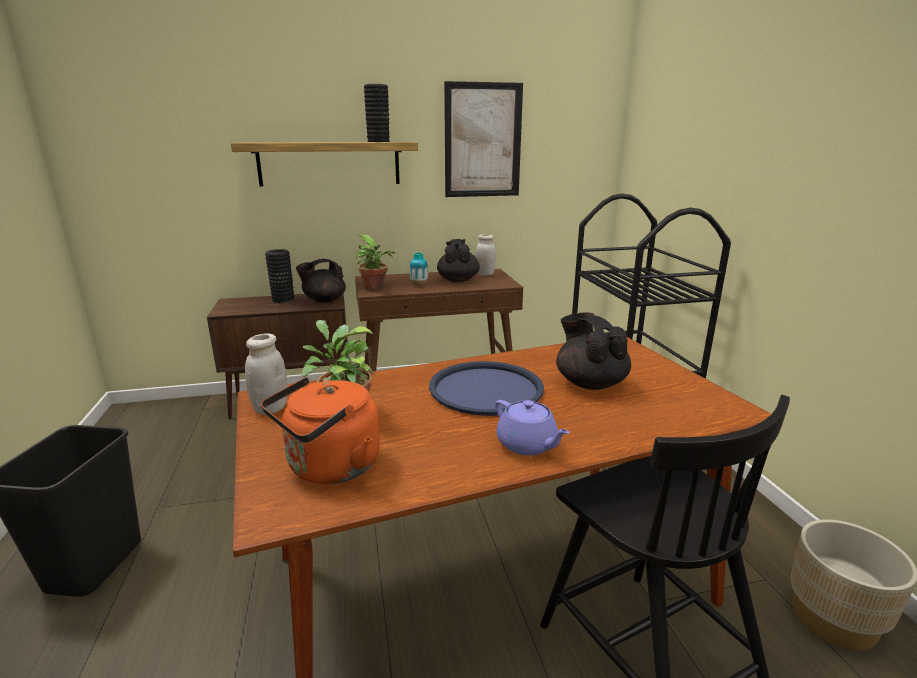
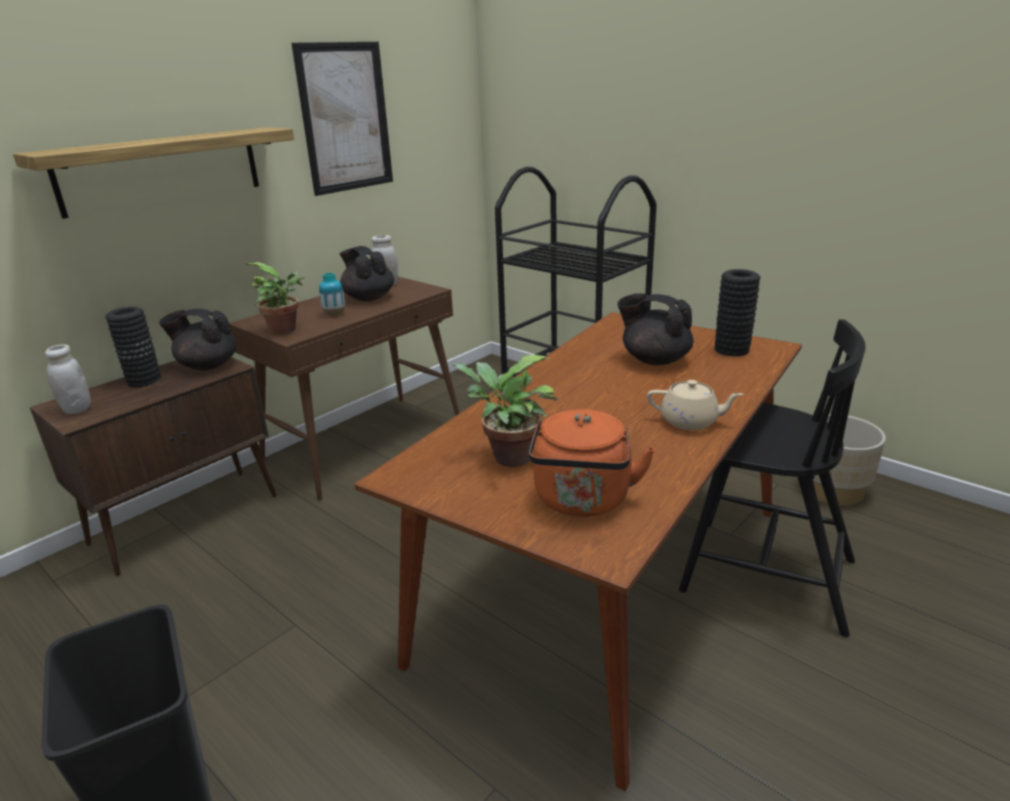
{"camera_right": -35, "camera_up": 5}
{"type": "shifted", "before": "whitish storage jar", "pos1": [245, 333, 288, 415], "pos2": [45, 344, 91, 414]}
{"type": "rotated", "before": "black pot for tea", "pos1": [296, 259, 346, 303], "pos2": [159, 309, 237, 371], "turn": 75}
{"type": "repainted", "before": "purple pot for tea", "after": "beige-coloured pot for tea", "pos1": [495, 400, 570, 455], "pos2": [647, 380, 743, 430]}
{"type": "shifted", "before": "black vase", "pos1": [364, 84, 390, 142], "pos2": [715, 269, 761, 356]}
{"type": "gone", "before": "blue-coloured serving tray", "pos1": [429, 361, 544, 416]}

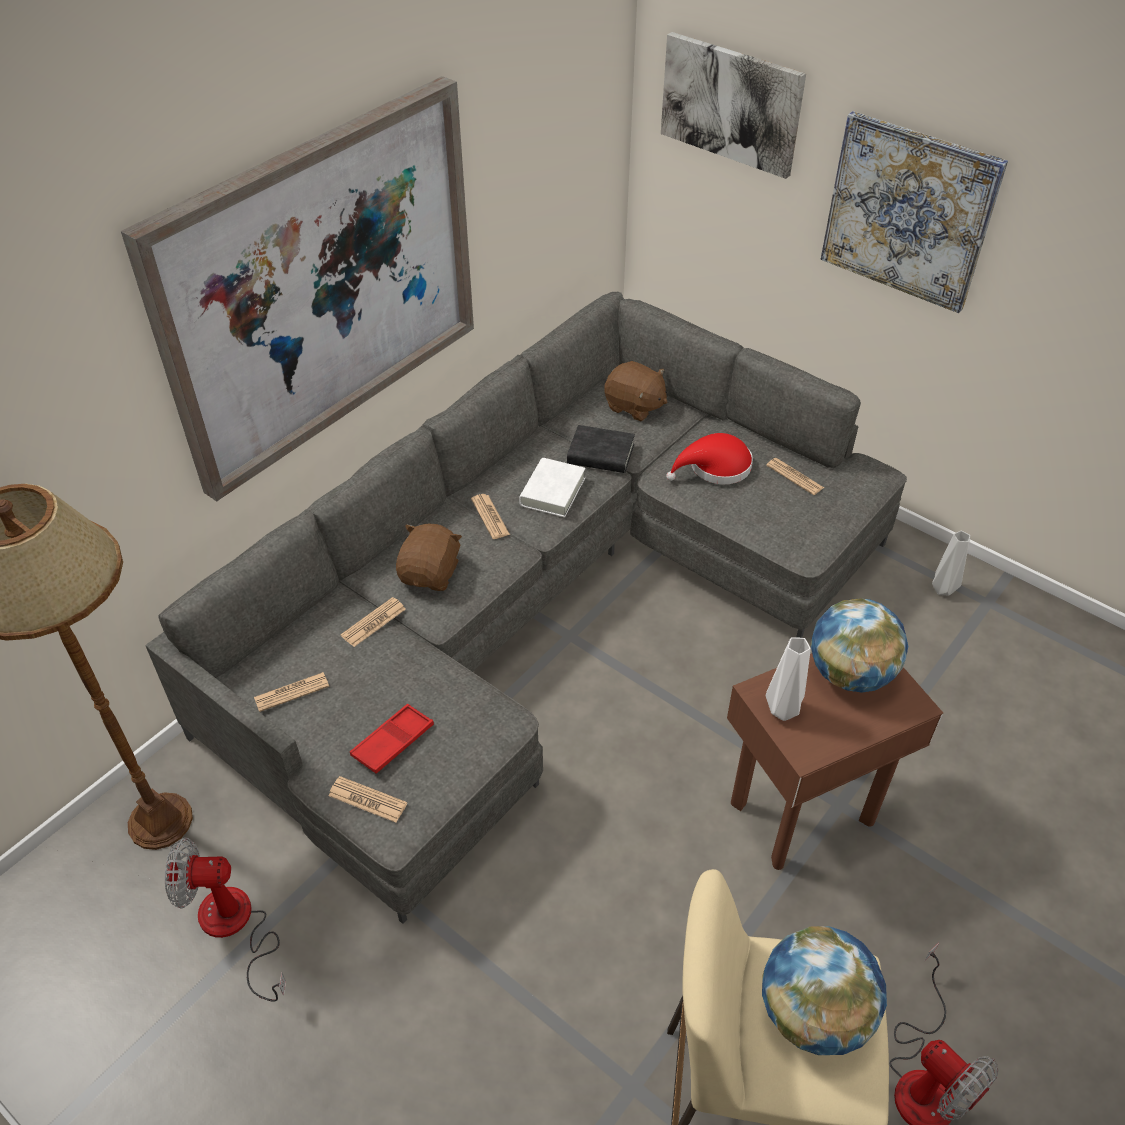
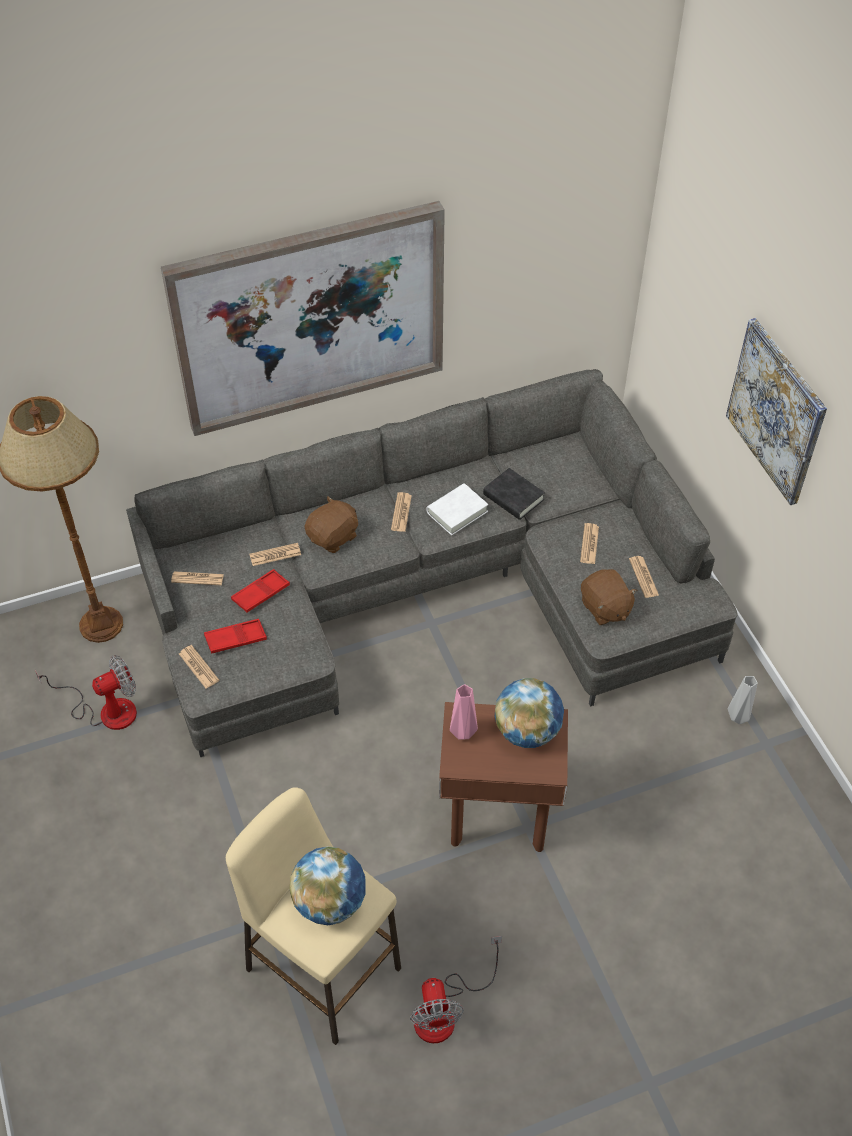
{"camera_right": 30, "camera_up": 5}
{"type": "rotated", "before": "electric fan", "pos1": [165, 838, 286, 1002], "pos2": [35, 655, 137, 730], "turn": 120}
{"type": "new", "after": "red-coloured serving tray", "pos2": [231, 569, 290, 613]}
{"type": "repainted", "before": "whitish vase", "after": "pink vase", "pos1": [766, 637, 811, 721], "pos2": [450, 684, 478, 740]}
{"type": "swapped", "before": "red-coloured hat", "after": "newspaper", "pos1": [666, 433, 753, 484], "pos2": [580, 523, 599, 564]}
{"type": "shifted", "before": "brownish plush toy", "pos1": [604, 361, 667, 422], "pos2": [581, 569, 638, 625]}
{"type": "gone", "before": "wall picture", "pos1": [661, 32, 806, 179]}

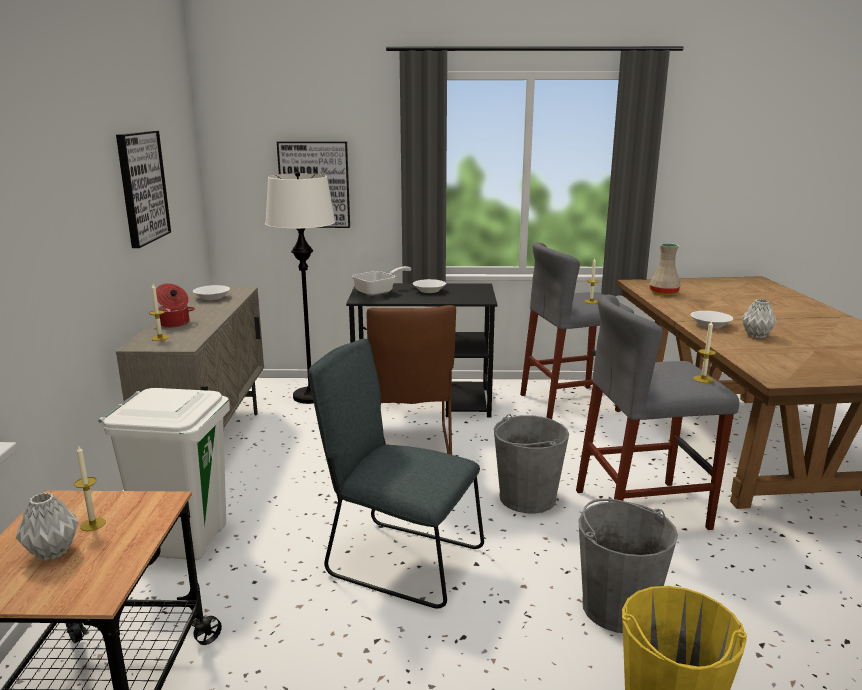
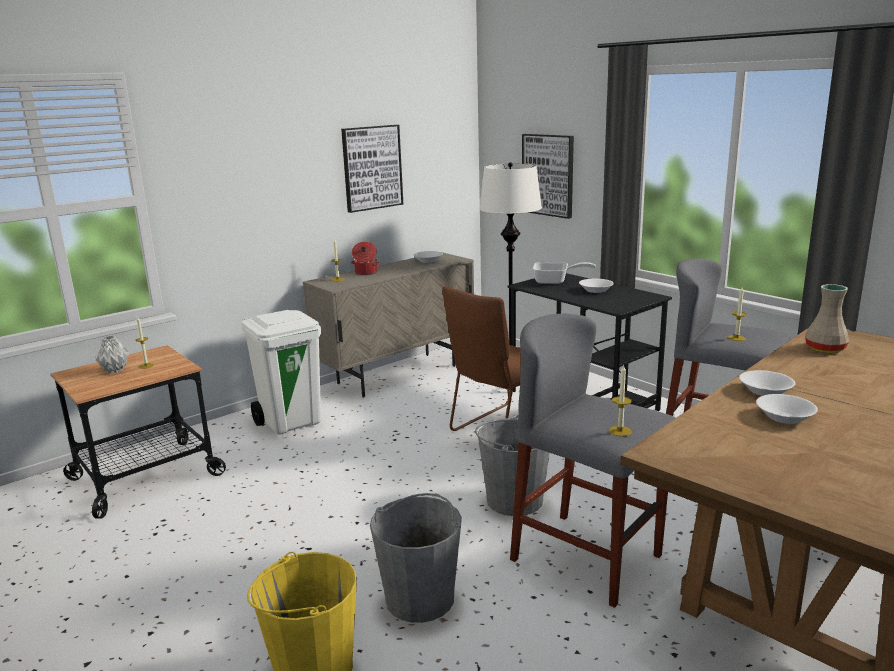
{"camera_right": 50, "camera_up": 0}
{"type": "swapped", "before": "gray vase", "after": "whitish bowl", "pos1": [741, 299, 777, 338], "pos2": [756, 394, 818, 424]}
{"type": "gone", "before": "gray upright chair", "pos1": [308, 338, 484, 609]}

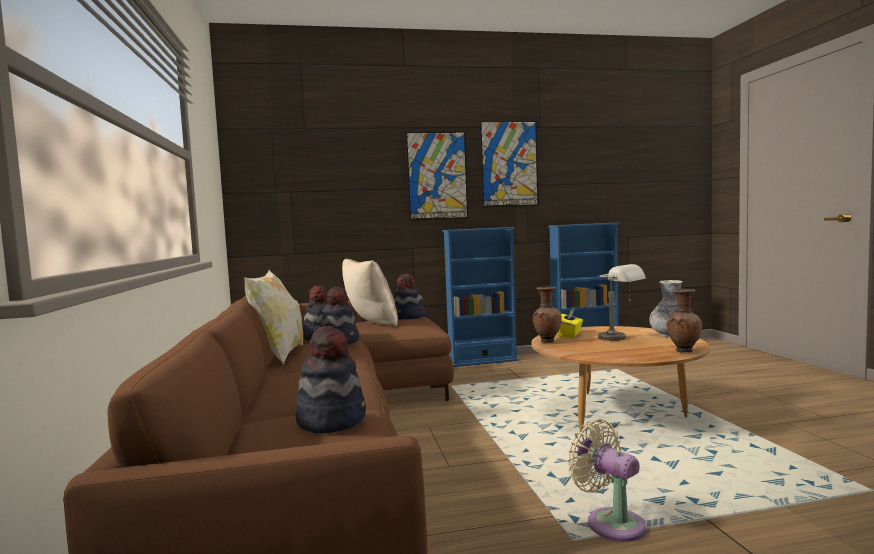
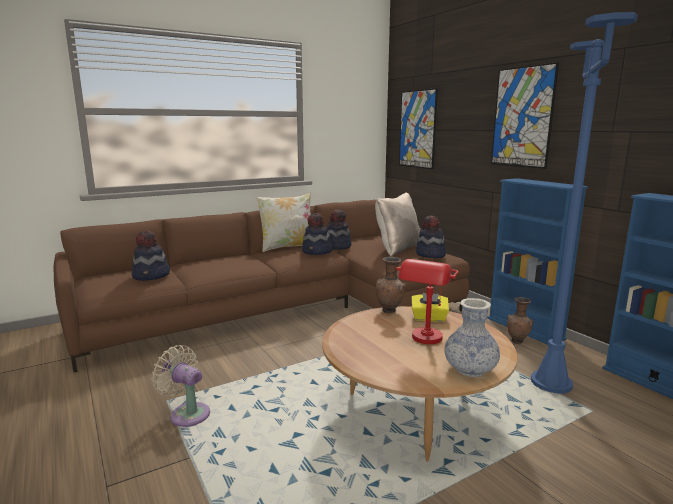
{"camera_right": 70, "camera_up": 10}
{"type": "rotated", "before": "beige-coloured electric fan", "pos1": [567, 419, 646, 542], "pos2": [152, 345, 210, 427], "turn": -90}
{"type": "repainted", "before": "gray table lamp", "after": "red-coloured table lamp", "pos1": [598, 264, 646, 341], "pos2": [396, 259, 459, 344]}
{"type": "shifted", "before": "wall picture", "pos1": [480, 121, 539, 208], "pos2": [399, 88, 438, 169]}
{"type": "shifted", "before": "brownish vase", "pos1": [667, 289, 702, 352], "pos2": [507, 297, 533, 344]}
{"type": "new", "after": "blue-coloured standing lamp", "pos2": [531, 12, 638, 394]}

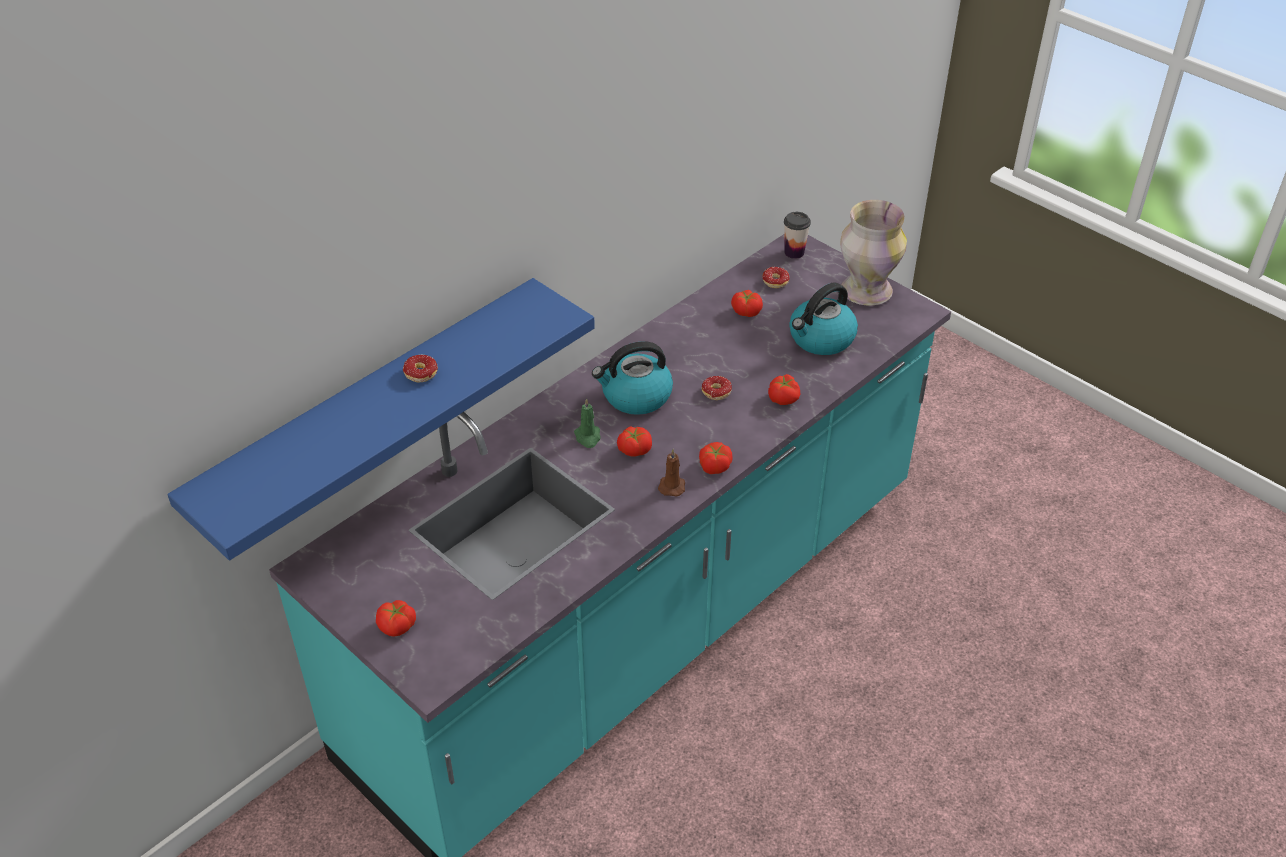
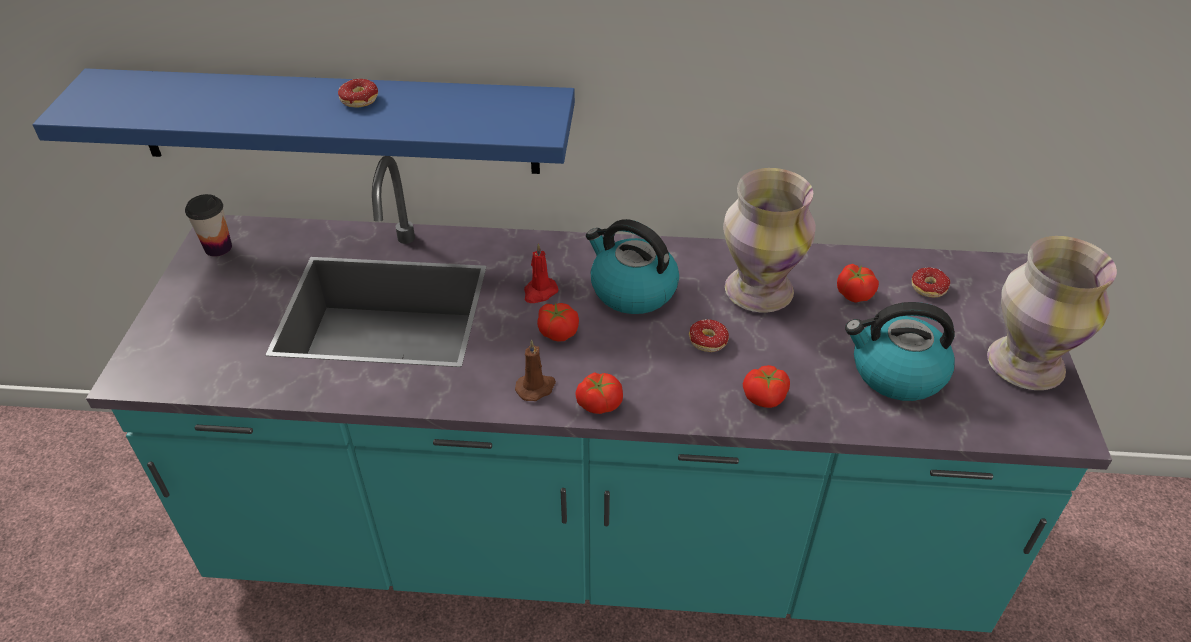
{"camera_right": 50, "camera_up": 0}
{"type": "shifted", "before": "drinking cup", "pos1": [784, 212, 811, 259], "pos2": [185, 194, 232, 257]}
{"type": "repainted", "before": "green-coloured candle", "after": "red-coloured candle", "pos1": [574, 398, 601, 448], "pos2": [524, 243, 559, 303]}
{"type": "new", "after": "vase", "pos2": [723, 168, 816, 313]}
{"type": "gone", "before": "whole tomato", "pos1": [376, 600, 416, 637]}

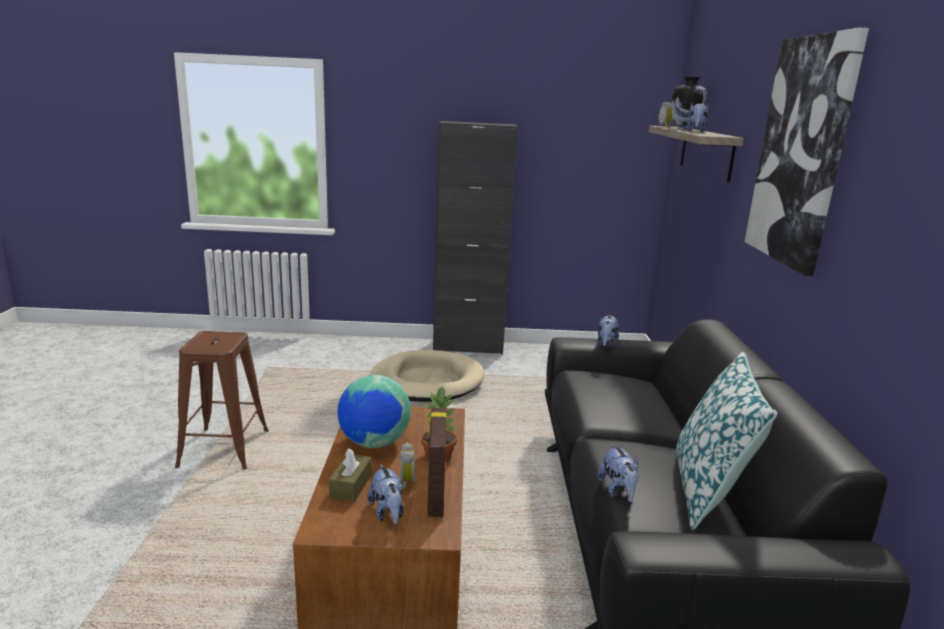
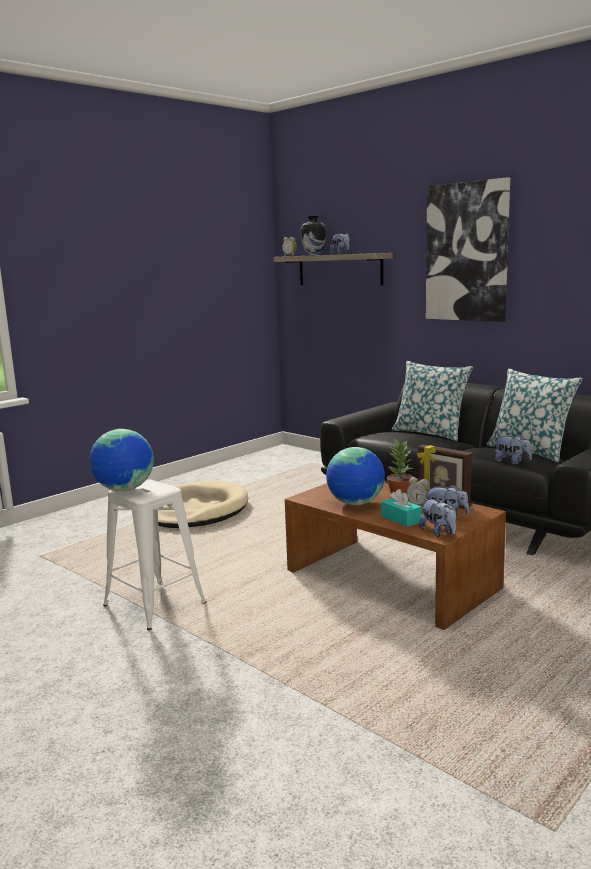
{"camera_right": -45, "camera_up": -5}
{"type": "new", "after": "desk globe", "pos2": [89, 429, 154, 491]}
{"type": "repainted", "before": "brownish stool seat", "after": "whitish stool seat", "pos1": [175, 331, 269, 469], "pos2": [103, 479, 206, 630]}
{"type": "repainted", "before": "brownish tissue holder", "after": "turquoise-coloured tissue holder", "pos1": [329, 448, 372, 502], "pos2": [381, 489, 422, 527]}
{"type": "new", "after": "cushion", "pos2": [392, 361, 473, 441]}
{"type": "shifted", "before": "plush toy", "pos1": [597, 315, 619, 347], "pos2": [419, 499, 456, 537]}
{"type": "gone", "before": "black storage cabinet", "pos1": [433, 121, 518, 354]}

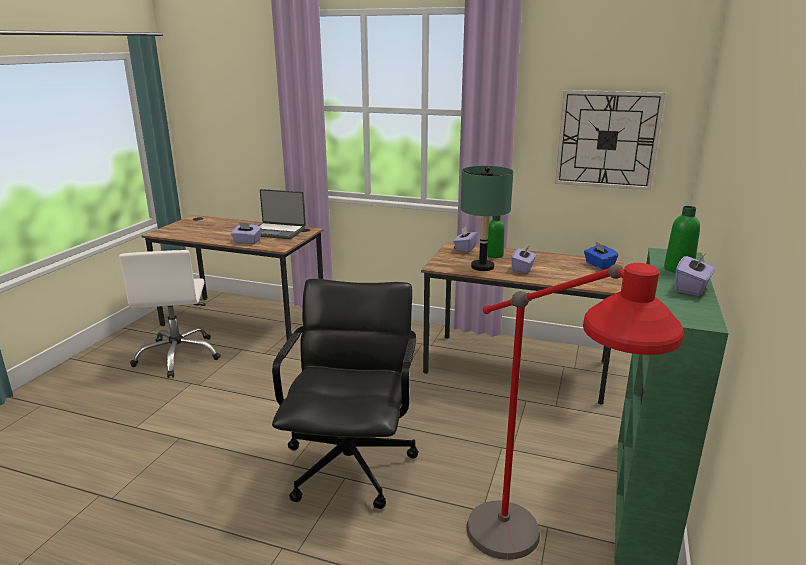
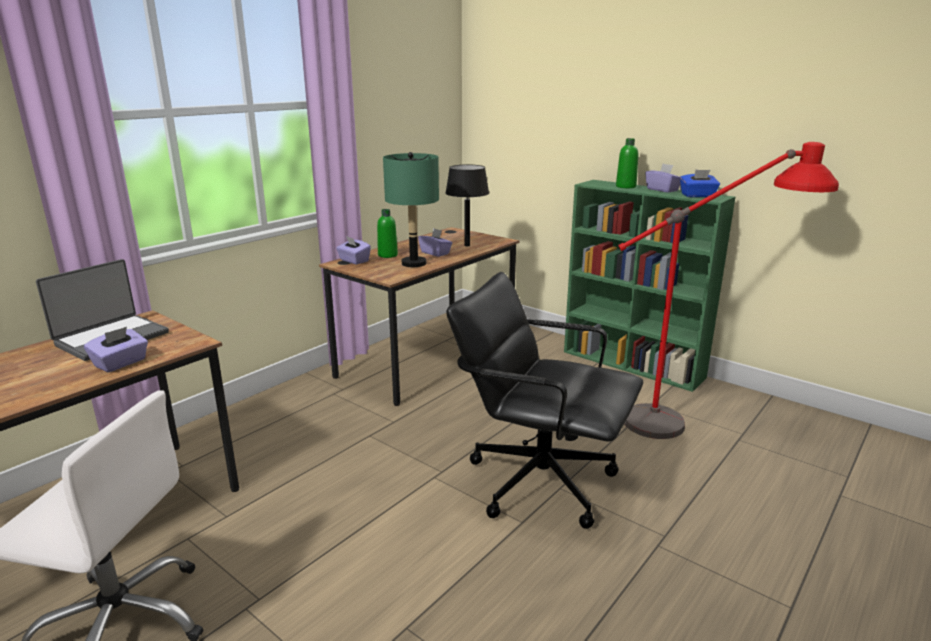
{"camera_right": -70, "camera_up": 0}
{"type": "new", "after": "black table lamp", "pos2": [445, 164, 489, 246]}
{"type": "shifted", "before": "blue-coloured tissue holder", "pos1": [584, 241, 618, 270], "pos2": [680, 170, 720, 197]}
{"type": "gone", "before": "hanging clock", "pos1": [555, 90, 665, 190]}

